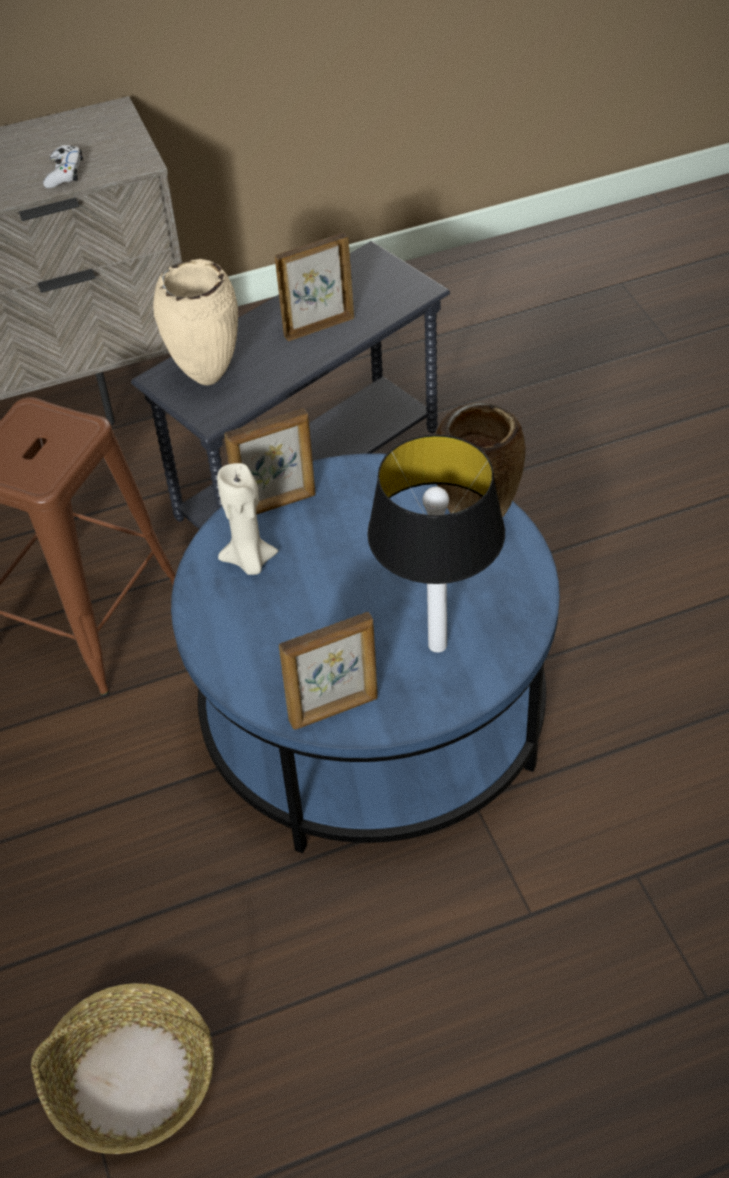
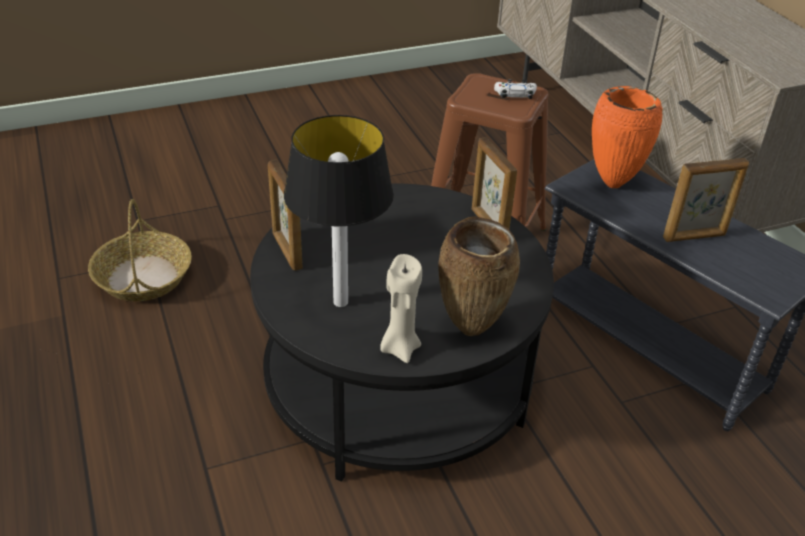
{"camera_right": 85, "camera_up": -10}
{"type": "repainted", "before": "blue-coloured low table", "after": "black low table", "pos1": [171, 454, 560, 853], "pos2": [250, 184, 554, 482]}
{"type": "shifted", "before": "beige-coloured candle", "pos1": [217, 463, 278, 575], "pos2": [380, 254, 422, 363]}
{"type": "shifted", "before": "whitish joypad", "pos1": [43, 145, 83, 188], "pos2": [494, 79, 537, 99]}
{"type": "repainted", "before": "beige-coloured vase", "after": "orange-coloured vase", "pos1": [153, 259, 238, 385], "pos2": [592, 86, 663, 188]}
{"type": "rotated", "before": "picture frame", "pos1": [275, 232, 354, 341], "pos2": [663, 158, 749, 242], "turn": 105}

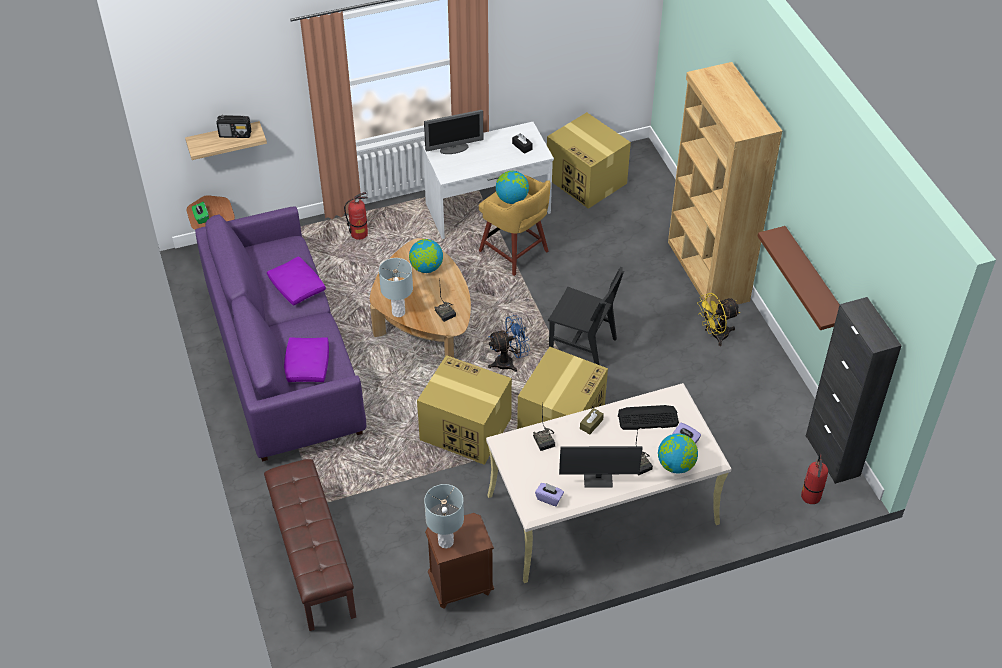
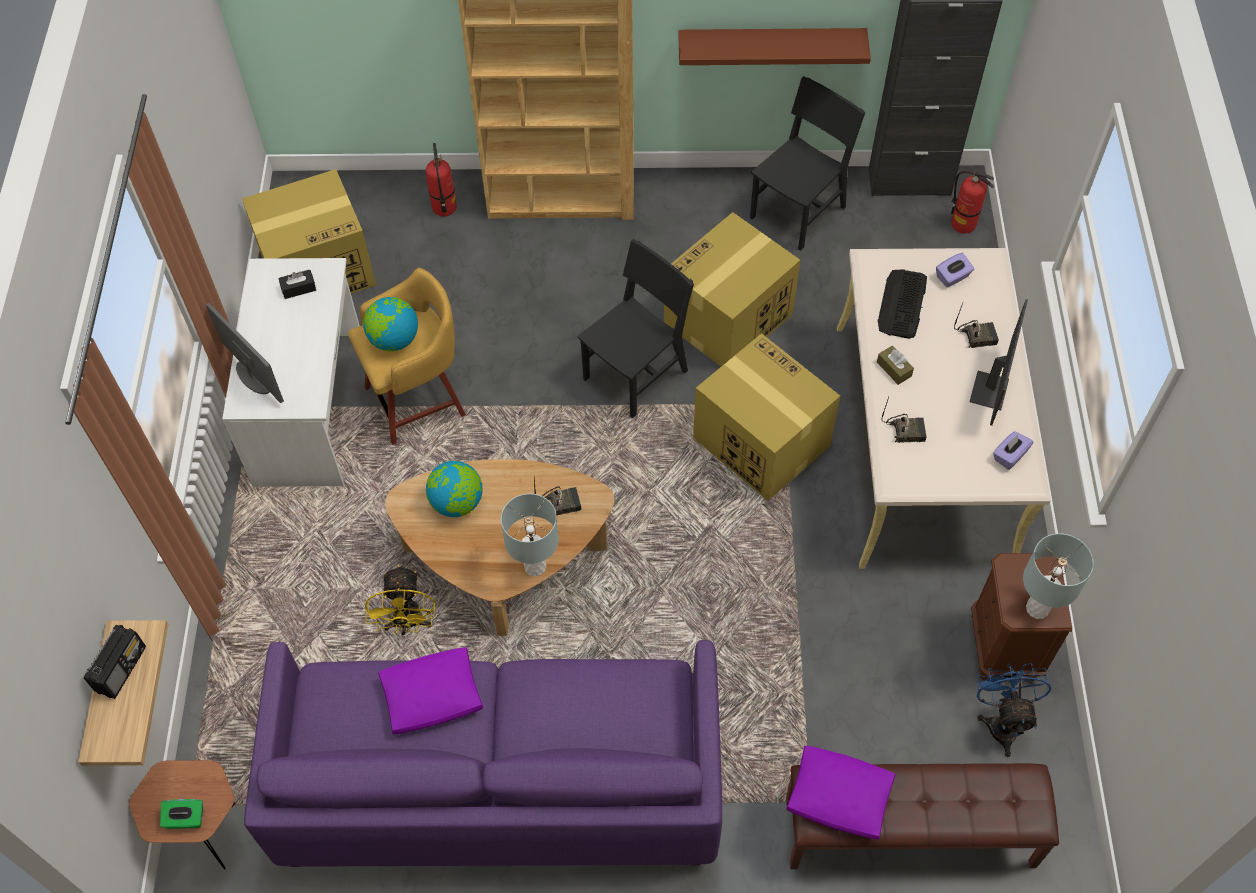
{"camera_right": -70, "camera_up": 10}
{"type": "rotated", "before": "computer screen", "pos1": [424, 110, 484, 154], "pos2": [206, 302, 284, 403], "turn": -45}
{"type": "shifted", "before": "yellow electric fan", "pos1": [697, 293, 740, 346], "pos2": [365, 565, 436, 635]}
{"type": "shifted", "before": "fire-fighting cylinder", "pos1": [344, 192, 368, 240], "pos2": [426, 143, 457, 217]}
{"type": "shifted", "before": "packing box", "pos1": [417, 355, 512, 465], "pos2": [664, 212, 800, 366]}
{"type": "new", "after": "black upright chair", "pos2": [750, 76, 865, 251]}
{"type": "shifted", "before": "purple cushion", "pos1": [284, 337, 329, 382], "pos2": [786, 746, 896, 840]}
{"type": "shifted", "before": "blue-coloured electric fan", "pos1": [488, 315, 530, 372], "pos2": [976, 663, 1051, 757]}
{"type": "gone", "before": "desk globe", "pos1": [658, 434, 698, 474]}

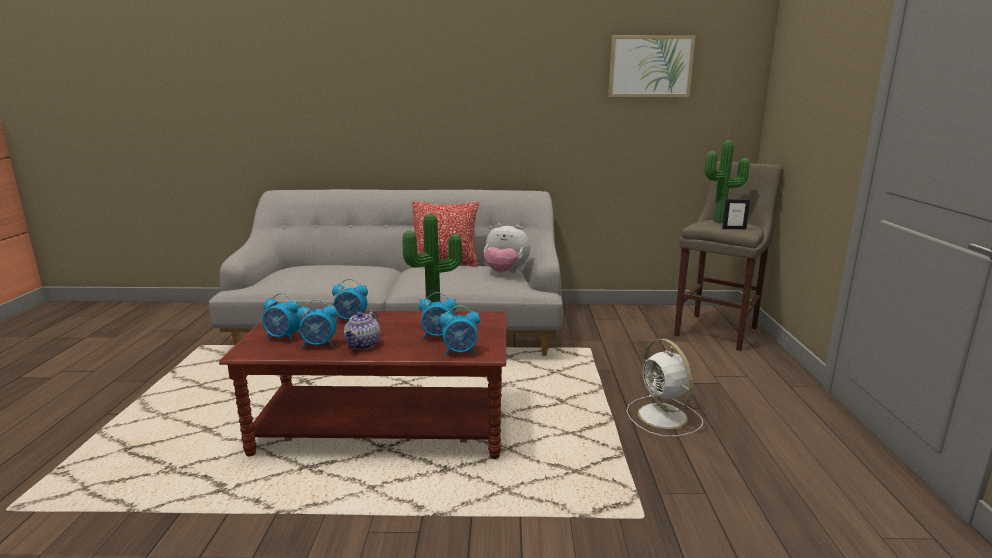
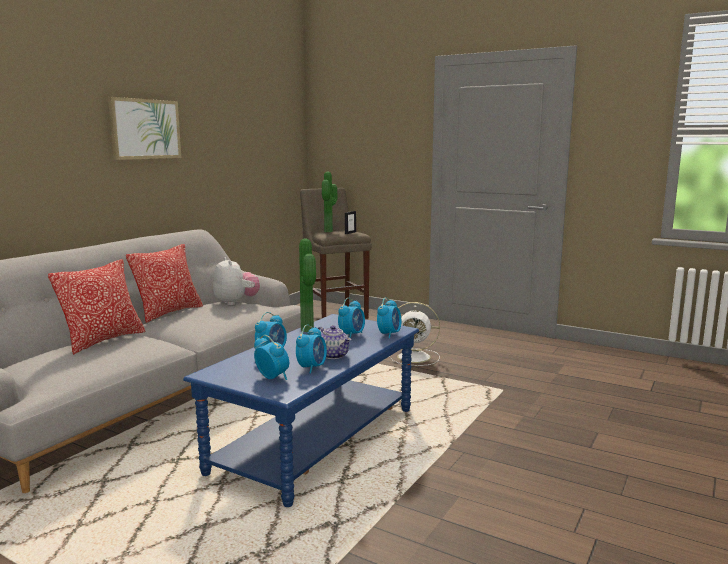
{"camera_right": -60, "camera_up": -5}
{"type": "new", "after": "cushion", "pos2": [48, 259, 145, 355]}
{"type": "shifted", "before": "wall picture", "pos1": [608, 35, 696, 97], "pos2": [108, 97, 181, 160]}
{"type": "repainted", "before": "brownish low table", "after": "blue-coloured low table", "pos1": [219, 310, 506, 459], "pos2": [183, 314, 419, 507]}
{"type": "rotated", "before": "plush toy", "pos1": [484, 223, 530, 273], "pos2": [213, 257, 260, 305], "turn": -75}
{"type": "rotated", "before": "table clock", "pos1": [262, 293, 301, 341], "pos2": [254, 335, 289, 380], "turn": -90}

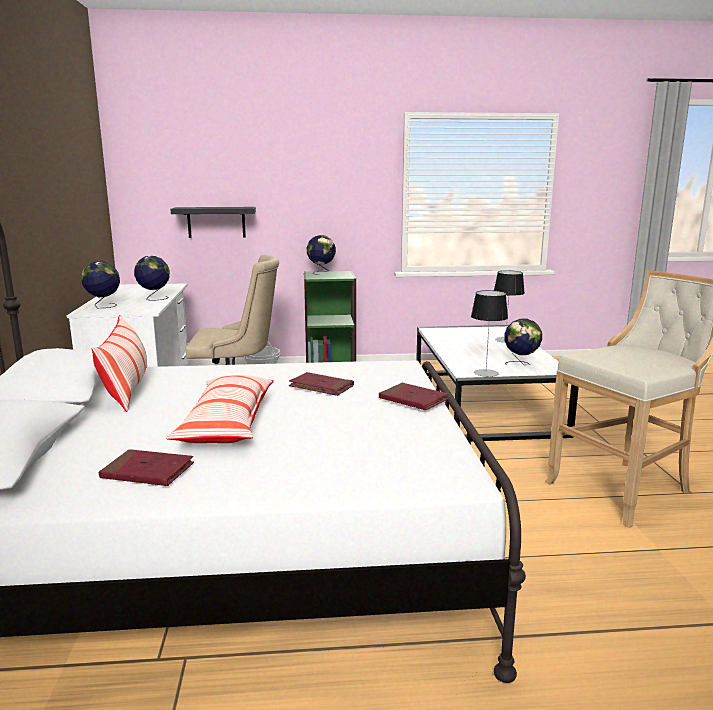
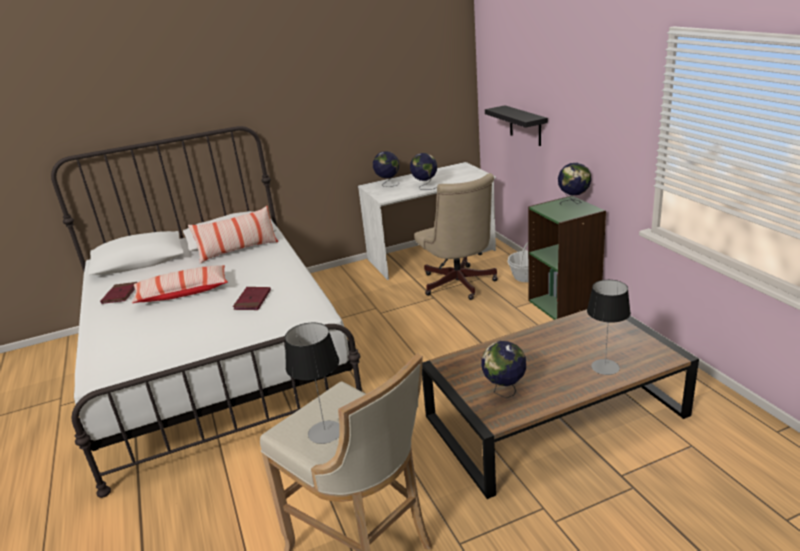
{"camera_right": 75, "camera_up": 10}
{"type": "shifted", "before": "table lamp", "pos1": [471, 290, 508, 377], "pos2": [285, 323, 340, 444]}
{"type": "repainted", "before": "whitish low table", "after": "brownish low table", "pos1": [416, 325, 579, 442], "pos2": [422, 309, 699, 499]}
{"type": "gone", "before": "red-coloured book", "pos1": [379, 383, 449, 410]}

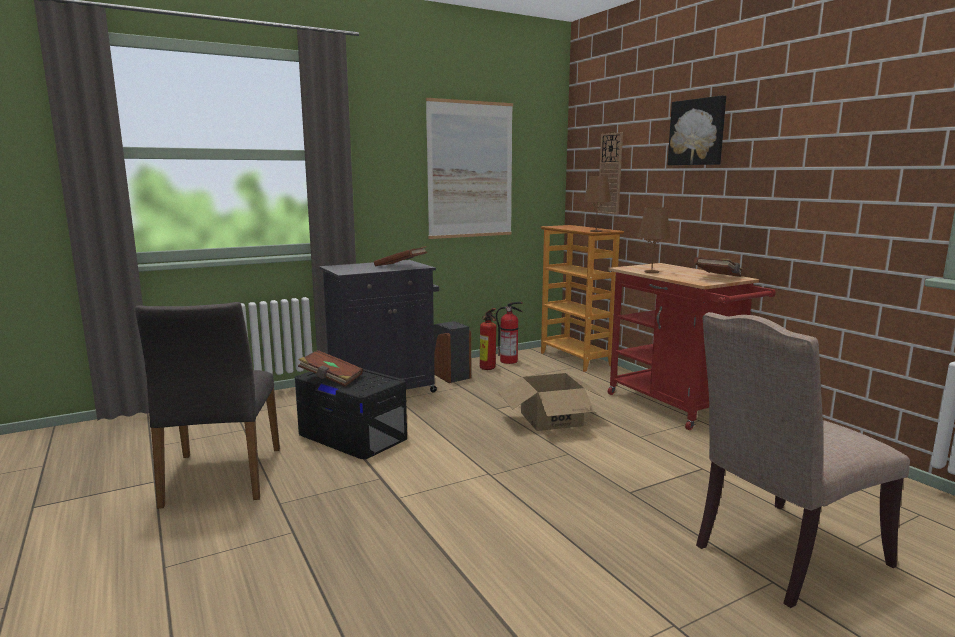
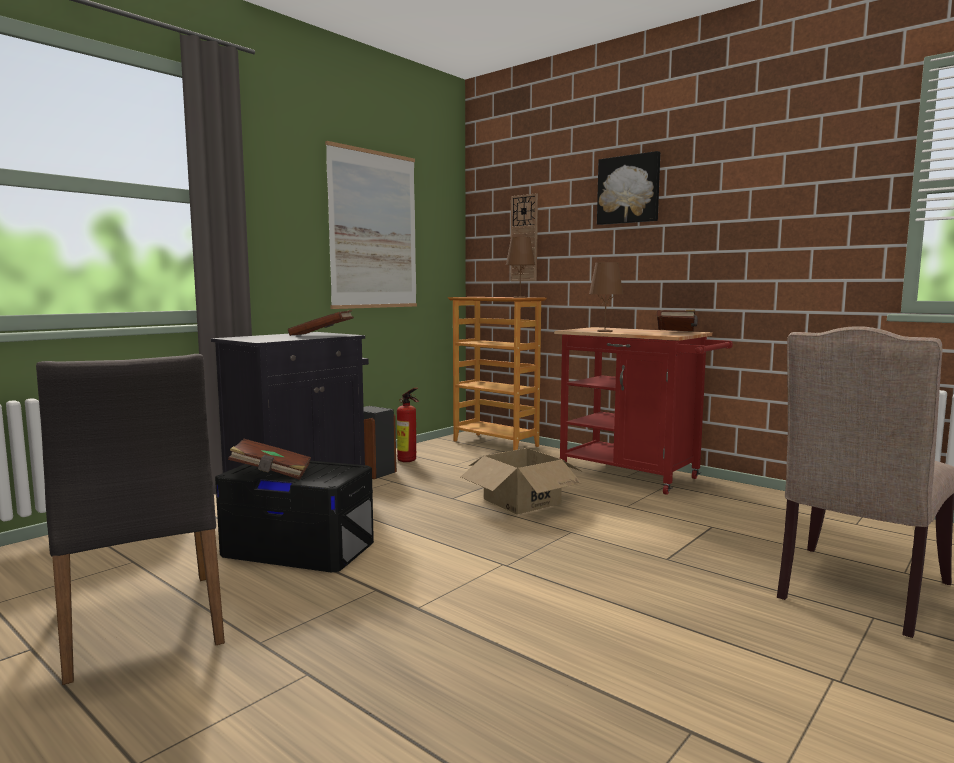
{"camera_right": -20, "camera_up": -5}
{"type": "gone", "before": "fire-fighting cylinder", "pos1": [496, 302, 523, 364]}

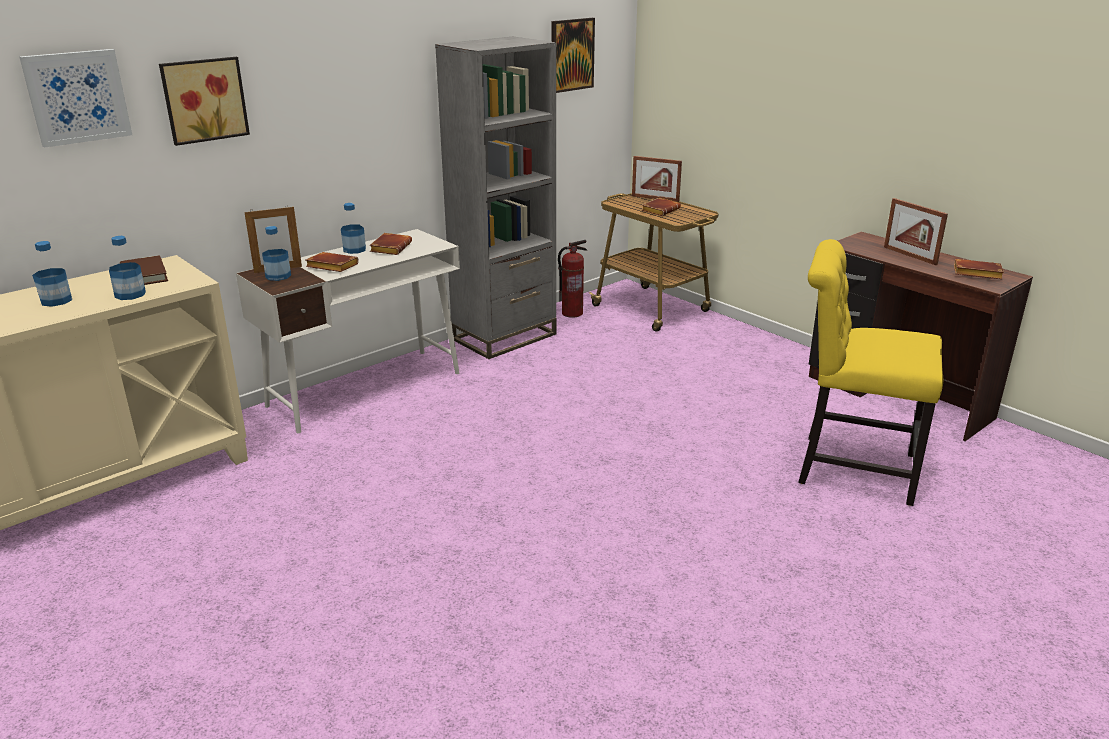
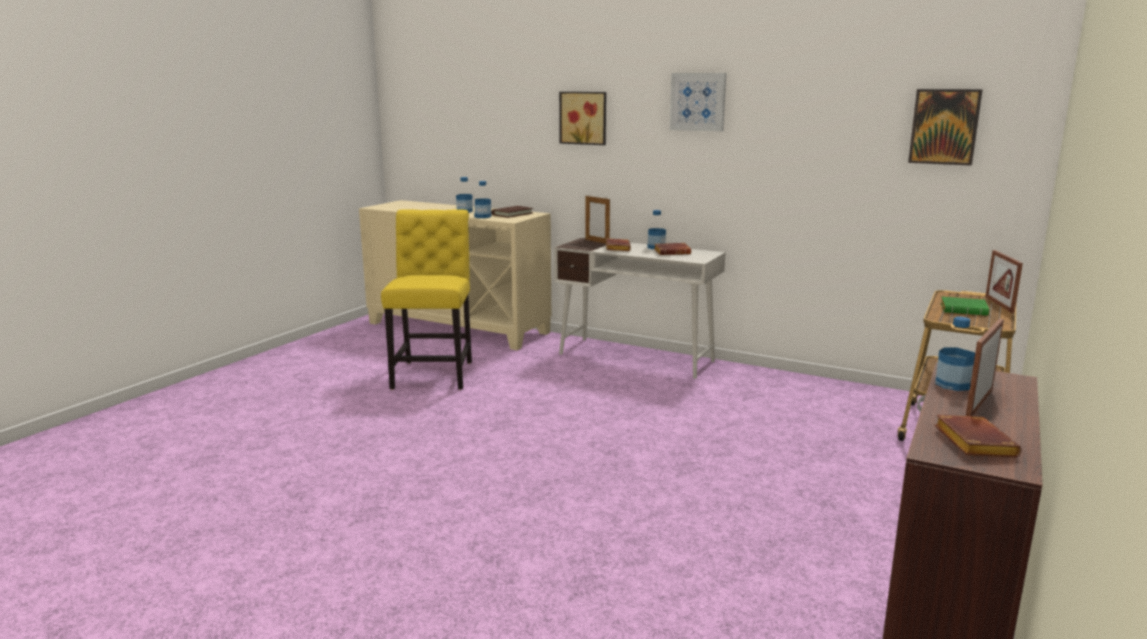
{"camera_right": 70, "camera_up": -10}
{"type": "shifted", "before": "yellow upright chair", "pos1": [798, 239, 943, 506], "pos2": [381, 209, 472, 390]}
{"type": "shifted", "before": "wall picture", "pos1": [19, 49, 132, 148], "pos2": [670, 73, 726, 132]}
{"type": "shifted", "before": "bottle", "pos1": [262, 226, 291, 281], "pos2": [935, 317, 975, 391]}
{"type": "repainted", "before": "brownish book", "after": "green-coloured book", "pos1": [641, 198, 681, 216], "pos2": [941, 297, 989, 316]}
{"type": "gone", "before": "gray bookshelf", "pos1": [435, 37, 557, 359]}
{"type": "gone", "before": "fire-fighting cylinder", "pos1": [558, 240, 587, 318]}

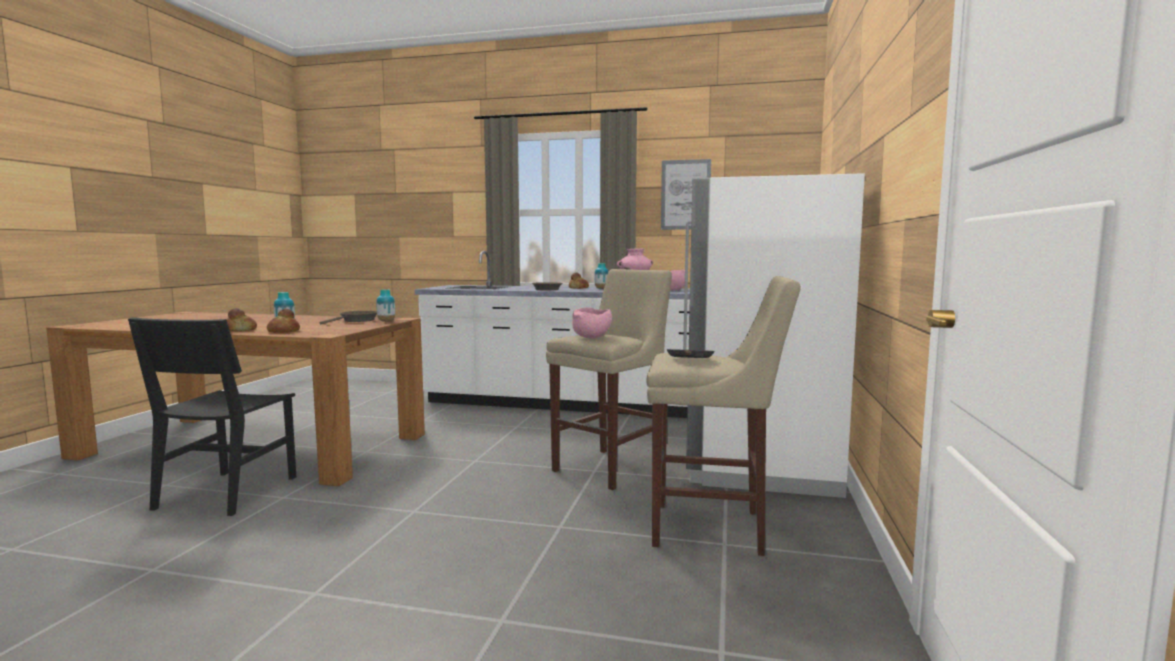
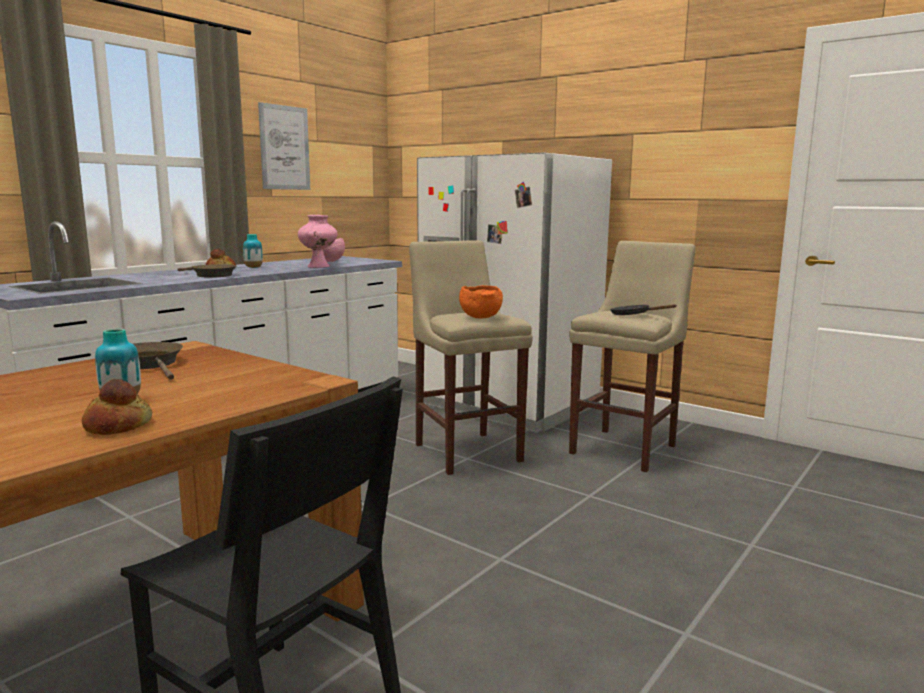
{"camera_right": -65, "camera_up": 5}
{"type": "repainted", "before": "pink bowl", "after": "orange-coloured bowl", "pos1": [572, 307, 612, 338], "pos2": [459, 285, 503, 318]}
{"type": "gone", "before": "bakery bread", "pos1": [267, 309, 300, 333]}
{"type": "gone", "before": "vase", "pos1": [376, 289, 395, 322]}

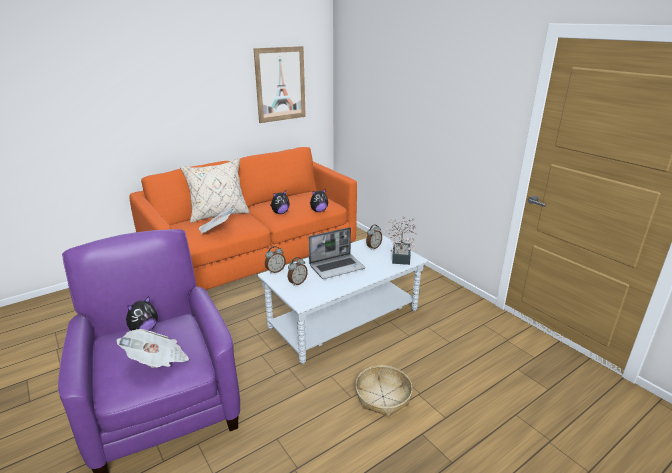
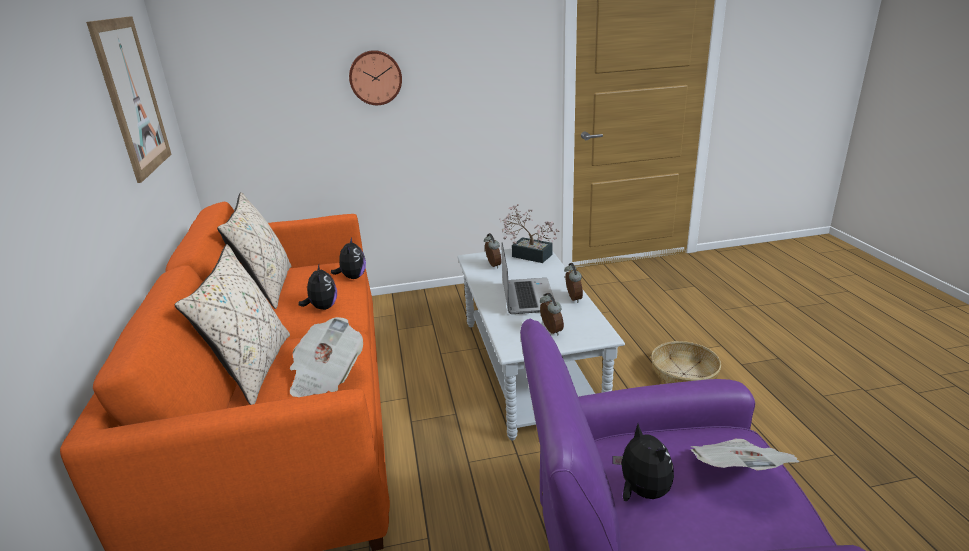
{"camera_right": -65, "camera_up": 0}
{"type": "new", "after": "beige-coloured cushion", "pos2": [217, 192, 291, 309]}
{"type": "new", "after": "hanging clock", "pos2": [349, 50, 402, 105]}
{"type": "shifted", "before": "table clock", "pos1": [265, 246, 286, 274], "pos2": [564, 263, 583, 303]}

